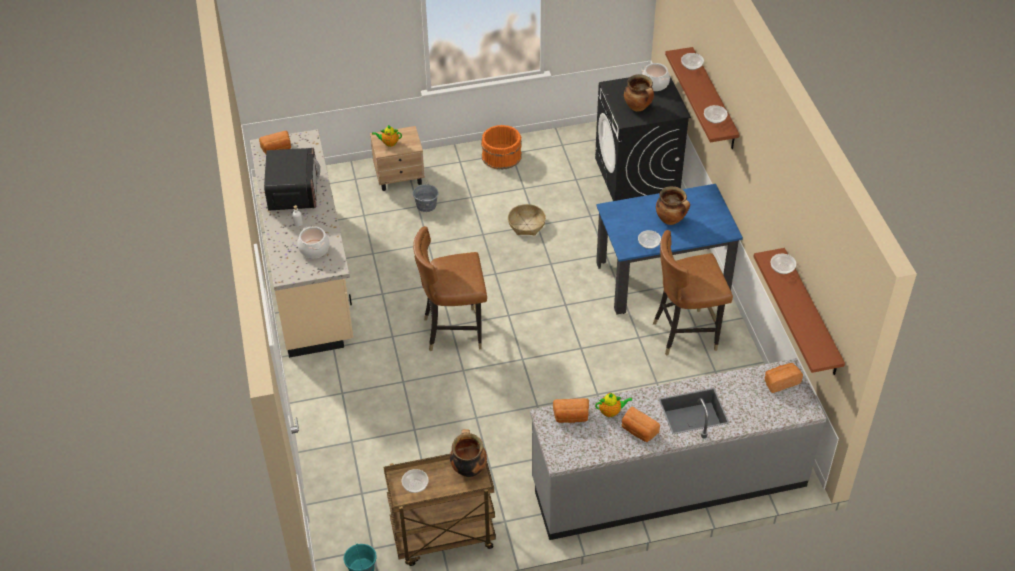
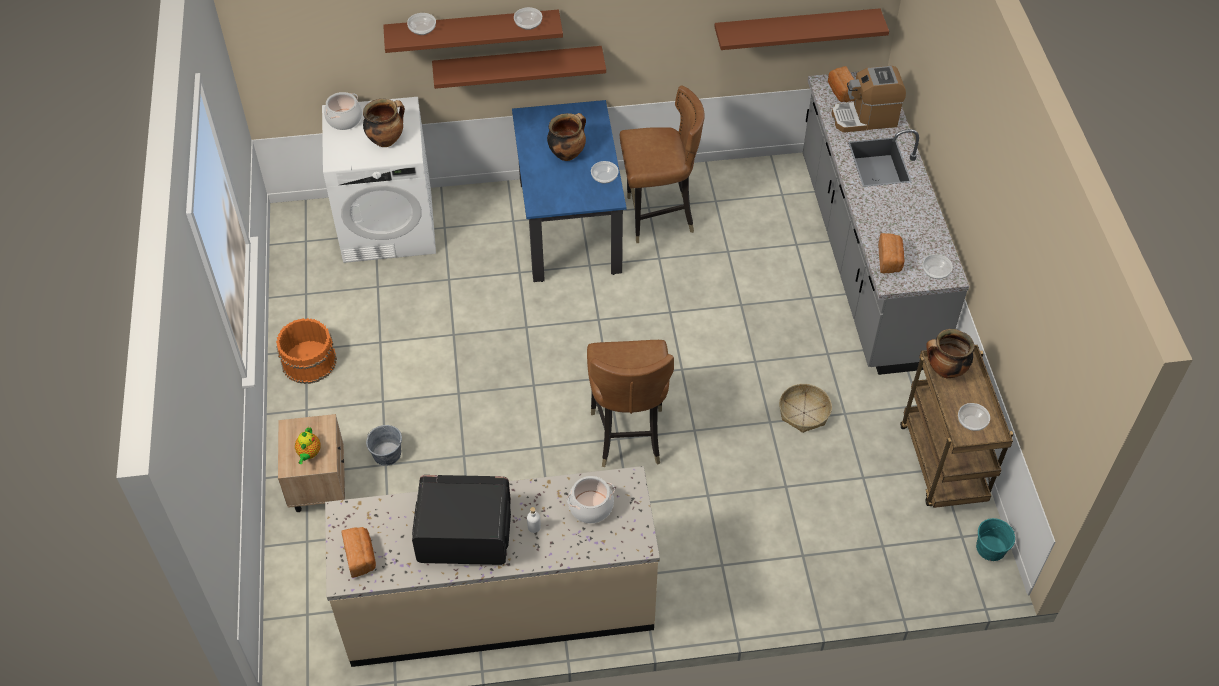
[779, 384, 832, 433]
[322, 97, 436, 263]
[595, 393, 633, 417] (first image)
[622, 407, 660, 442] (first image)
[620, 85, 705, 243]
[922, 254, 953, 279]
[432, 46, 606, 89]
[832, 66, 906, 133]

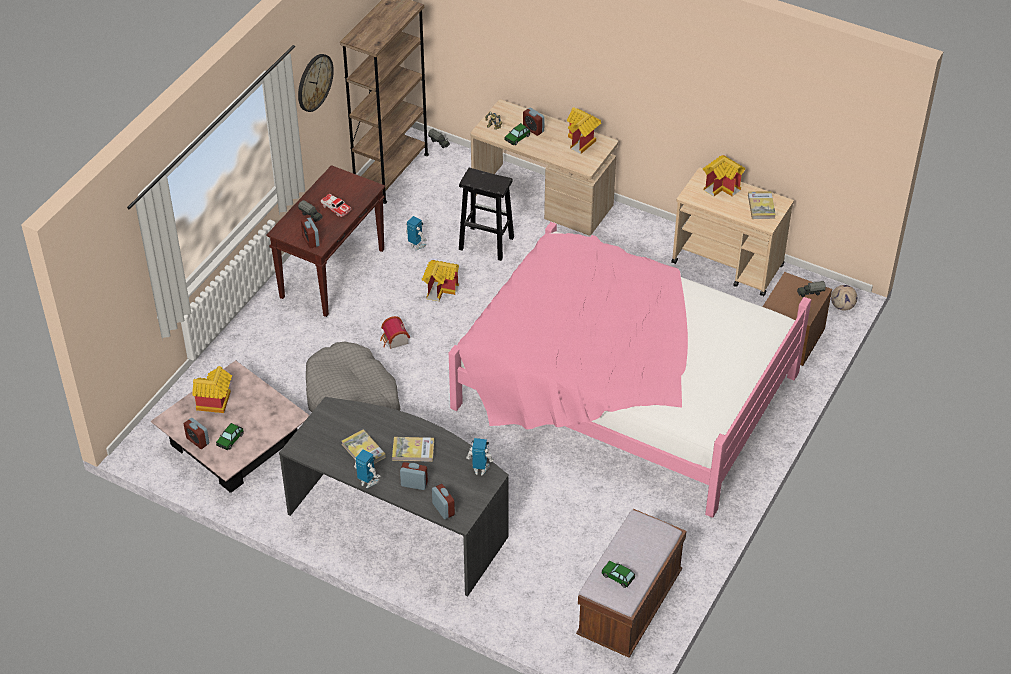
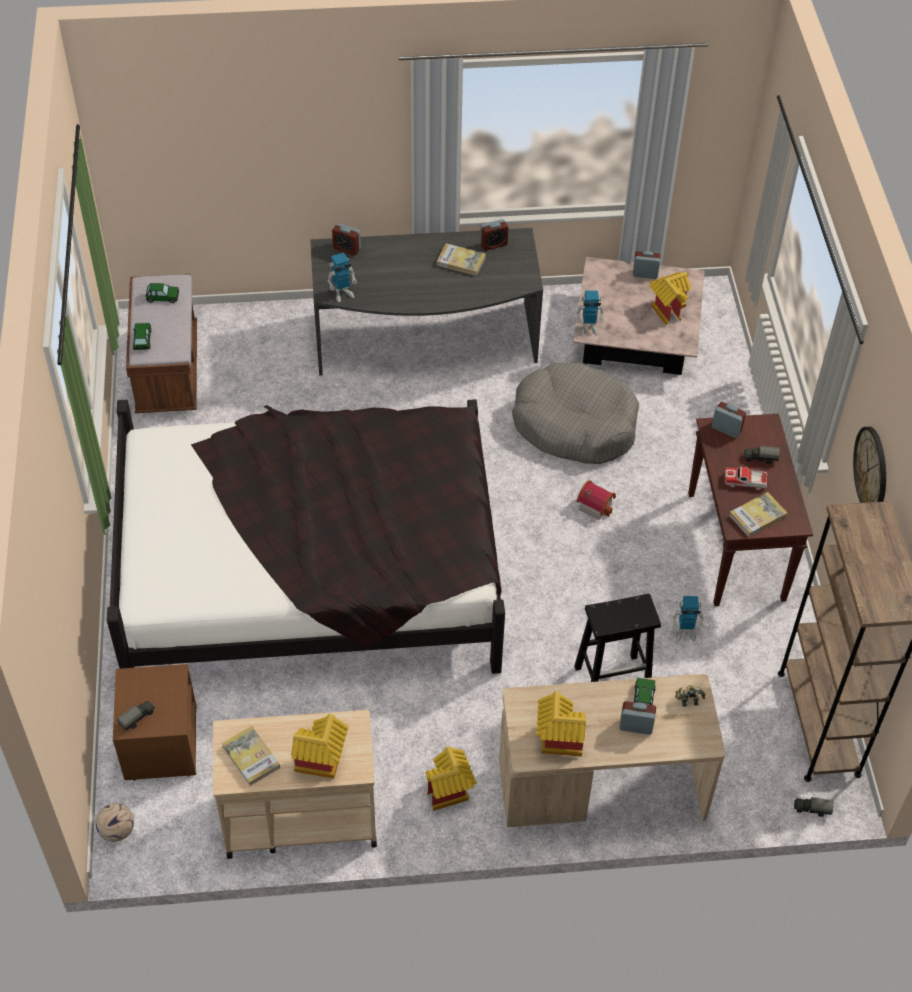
[132, 323, 151, 350]
[576, 291, 604, 336]
[729, 492, 787, 537]
[480, 219, 508, 251]
[426, 746, 476, 811]
[107, 399, 505, 674]

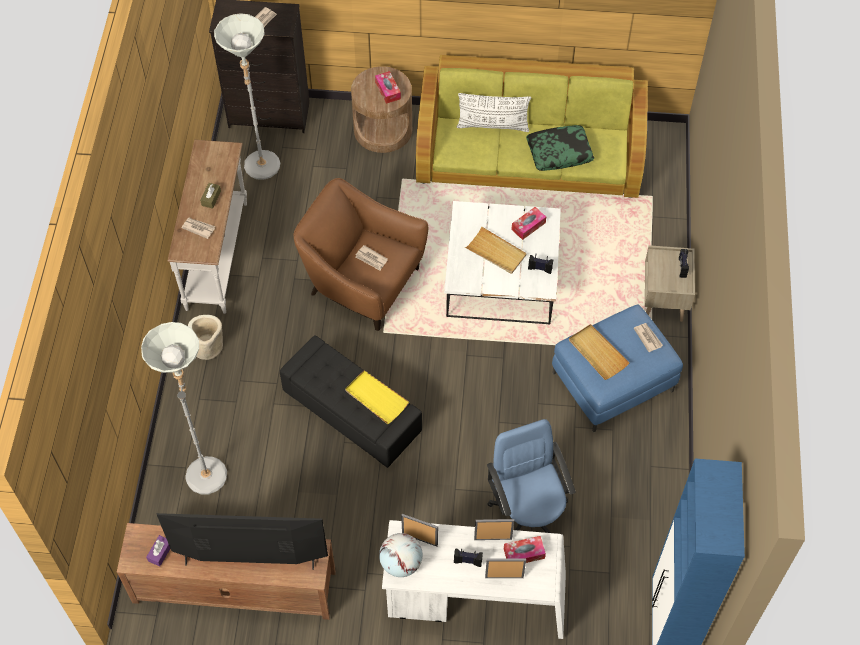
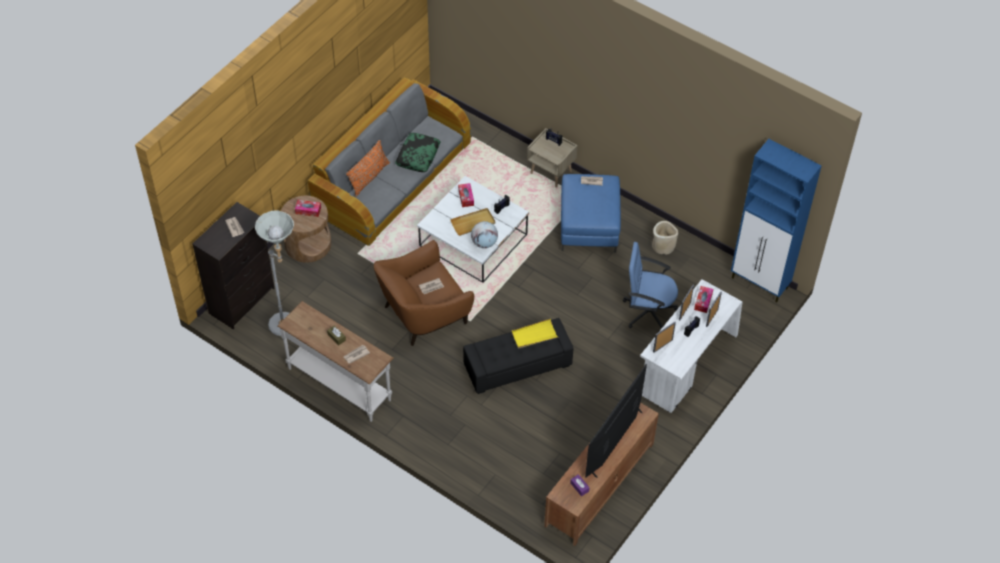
[141, 322, 227, 494] (first image)
[652, 221, 678, 255]
[471, 221, 498, 248]
[308, 78, 471, 246]
[346, 140, 390, 197]
[569, 324, 630, 380] (first image)

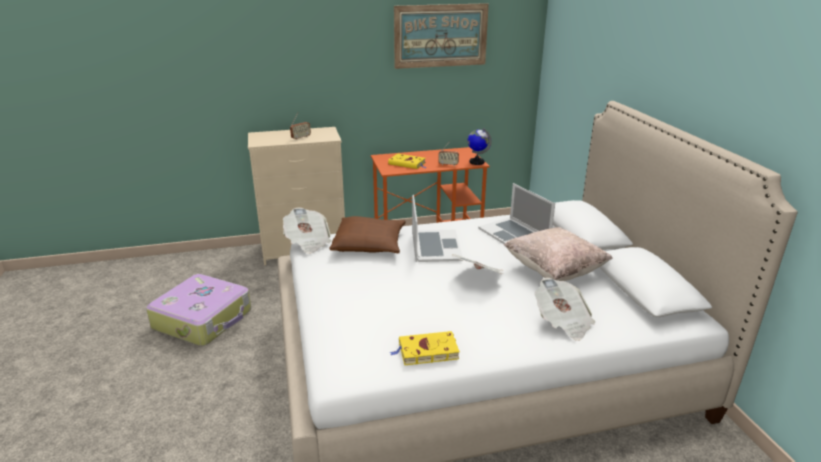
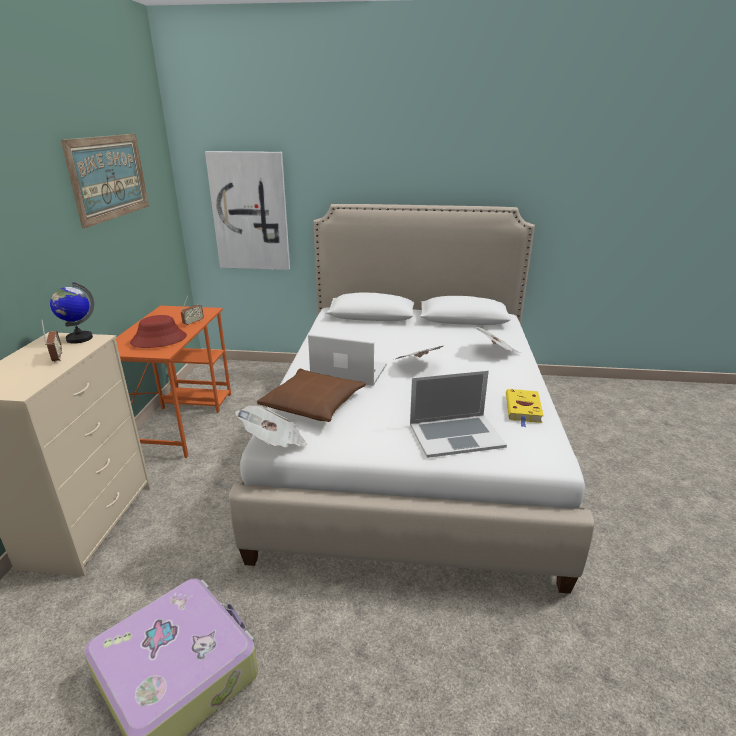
[130, 315, 187, 348]
[50, 282, 94, 344]
[410, 370, 507, 458]
[504, 227, 613, 281] (first image)
[205, 151, 290, 270]

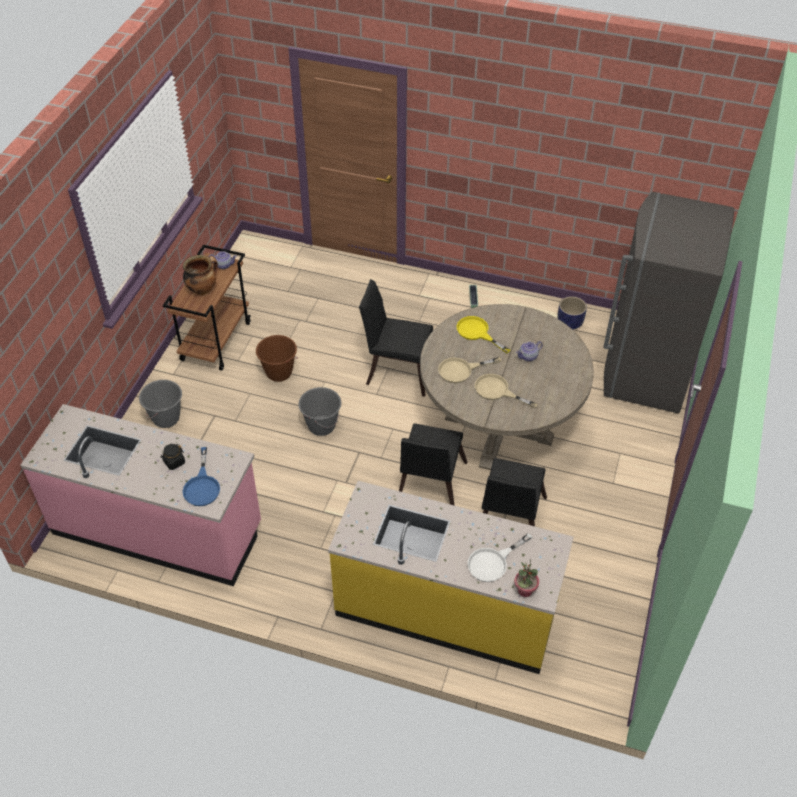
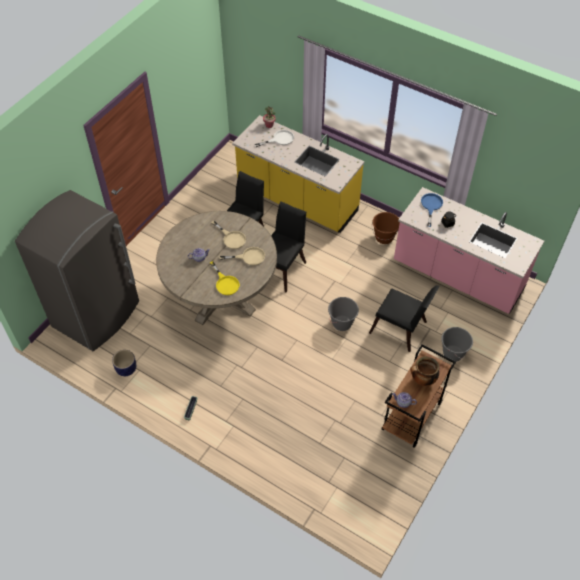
[372, 212, 400, 244]
[369, 285, 440, 352]

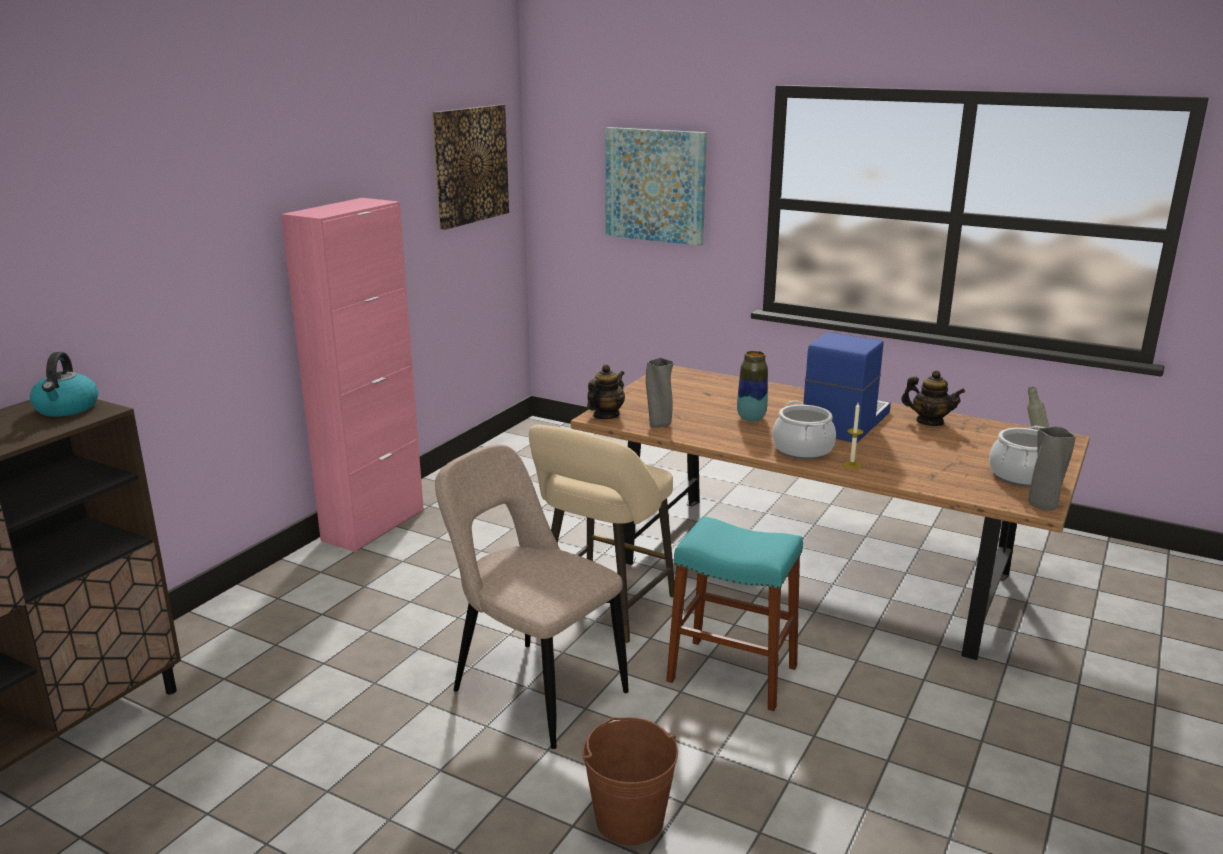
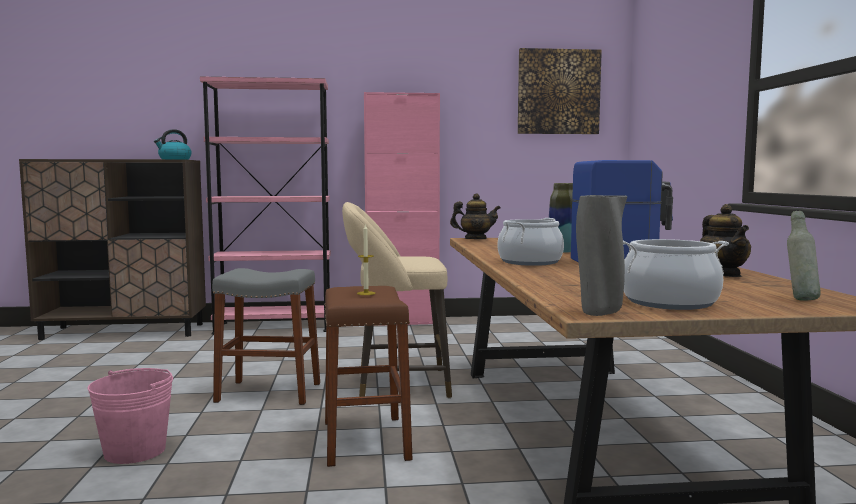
[212, 268, 320, 405]
[88, 368, 173, 464]
[605, 127, 707, 246] (first image)
[646, 358, 674, 428] (first image)
[324, 286, 413, 467]
[357, 224, 376, 295]
[200, 77, 331, 335]

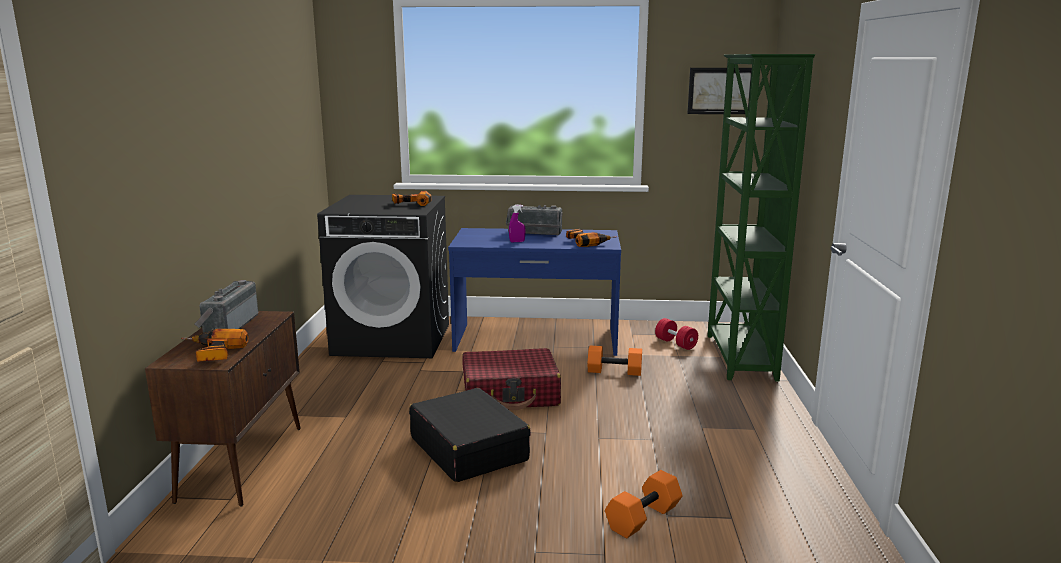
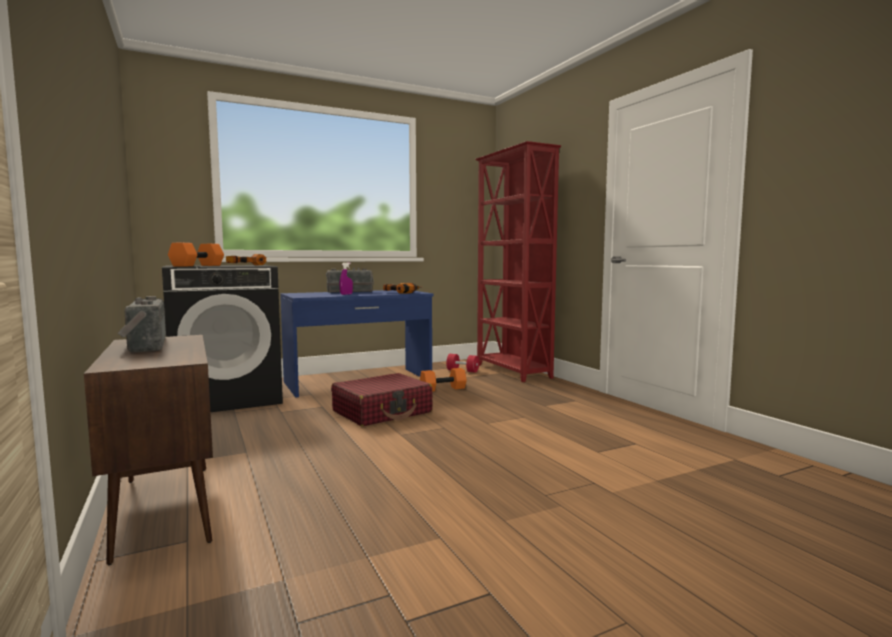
[181, 329, 249, 362] (first image)
[409, 388, 531, 482] (first image)
[168, 243, 224, 266]
[687, 68, 752, 114] (first image)
[475, 141, 561, 382]

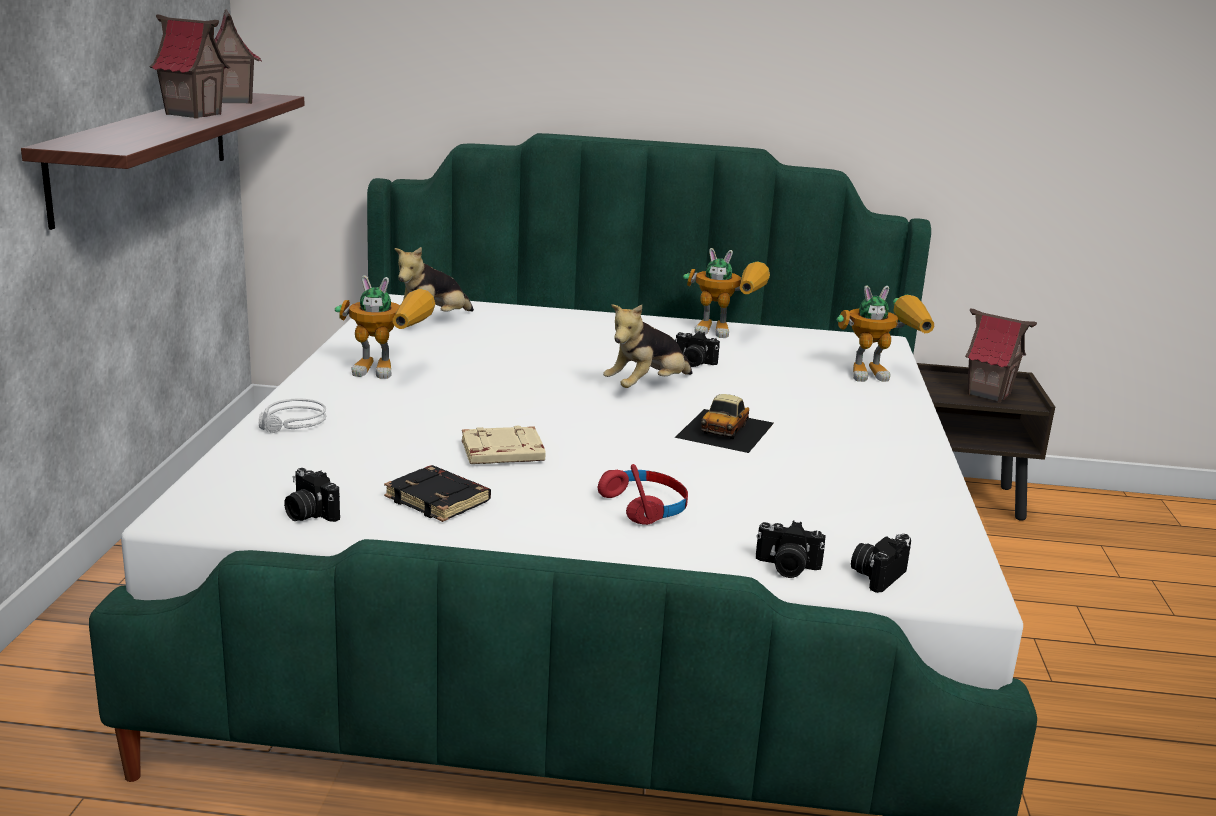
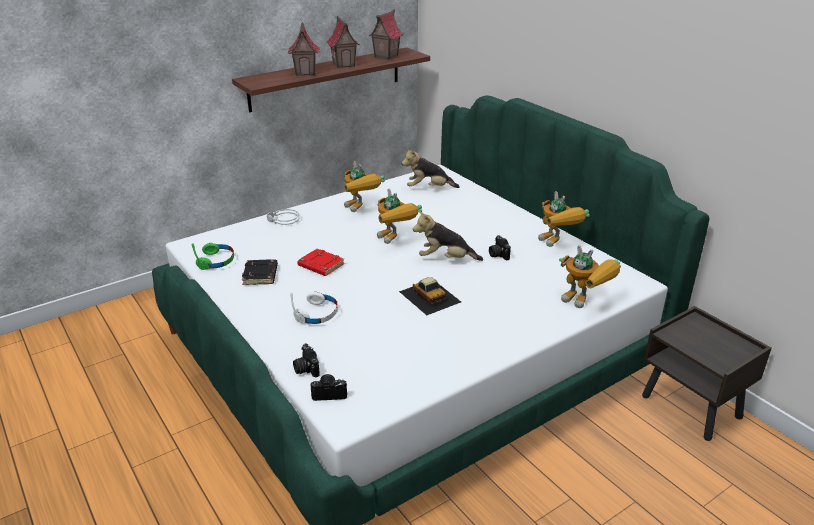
[192, 243, 234, 270]
[297, 249, 345, 276]
[290, 291, 338, 324]
[399, 277, 461, 315]
[288, 22, 320, 76]
[377, 189, 422, 244]

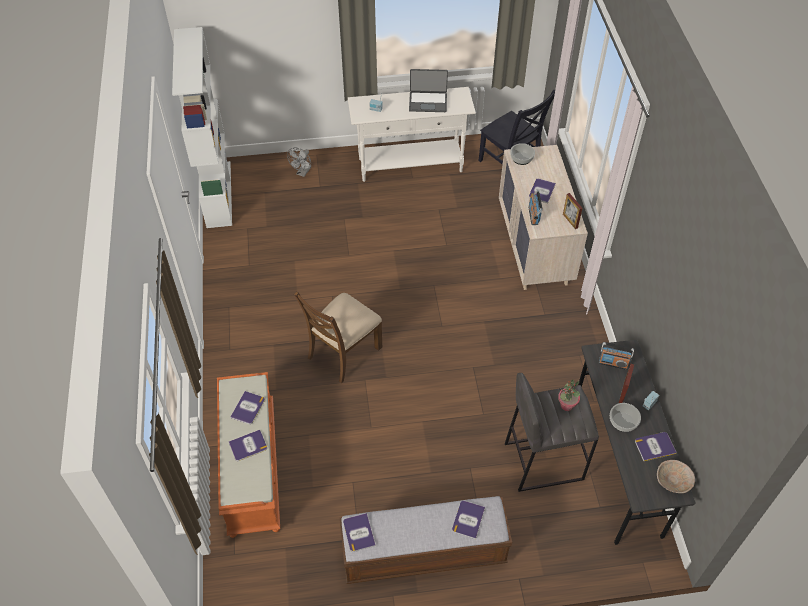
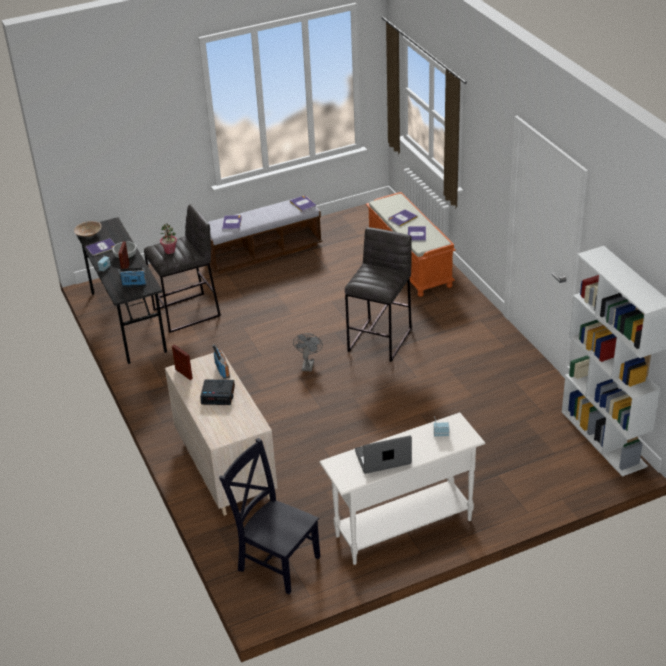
[293, 333, 323, 371]
[345, 227, 412, 362]
[510, 143, 535, 165] (first image)
[200, 379, 235, 405]

